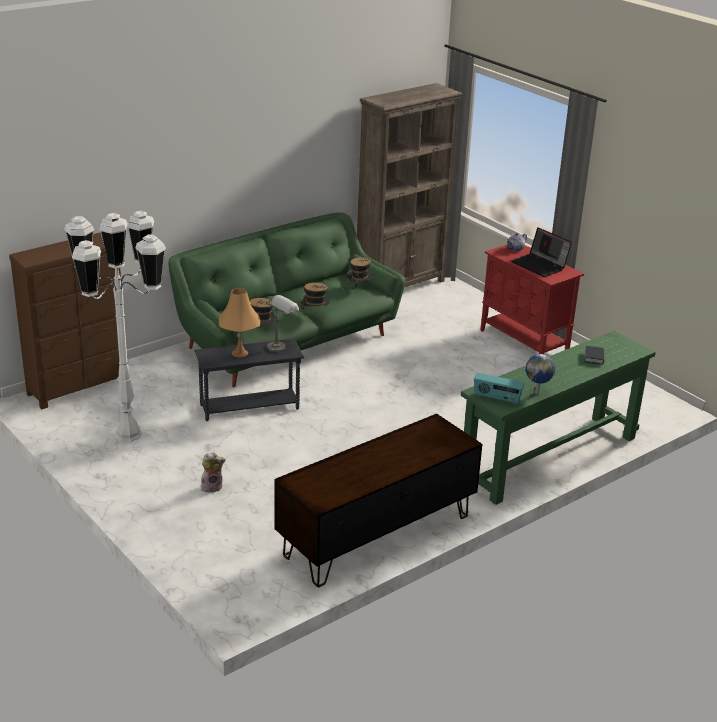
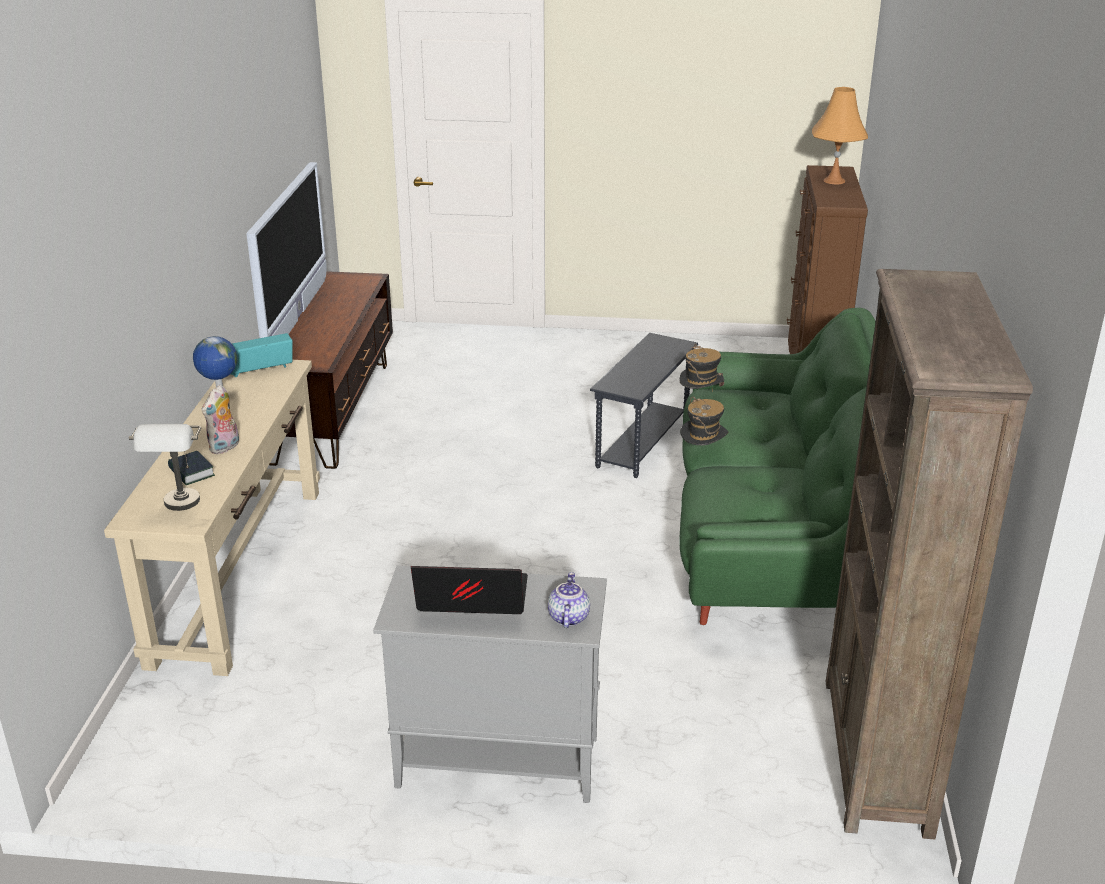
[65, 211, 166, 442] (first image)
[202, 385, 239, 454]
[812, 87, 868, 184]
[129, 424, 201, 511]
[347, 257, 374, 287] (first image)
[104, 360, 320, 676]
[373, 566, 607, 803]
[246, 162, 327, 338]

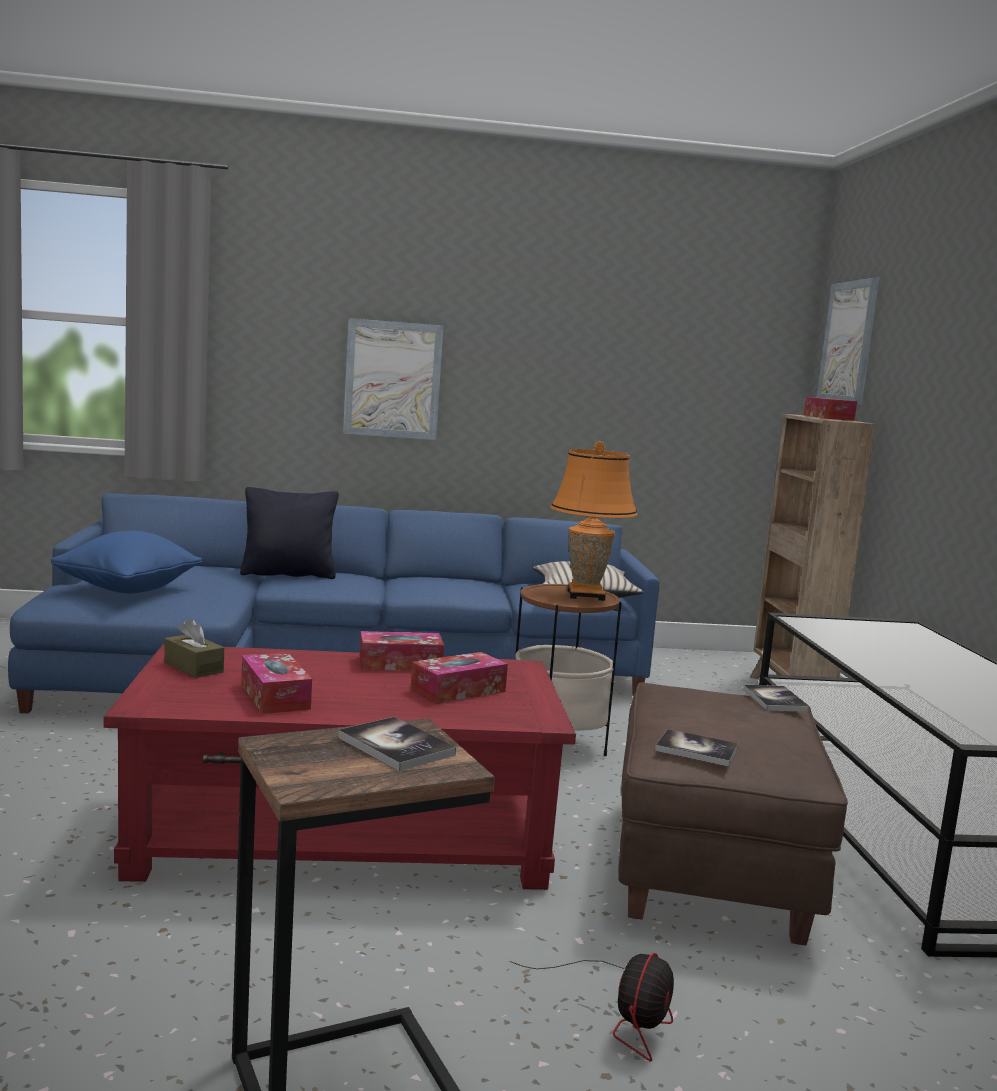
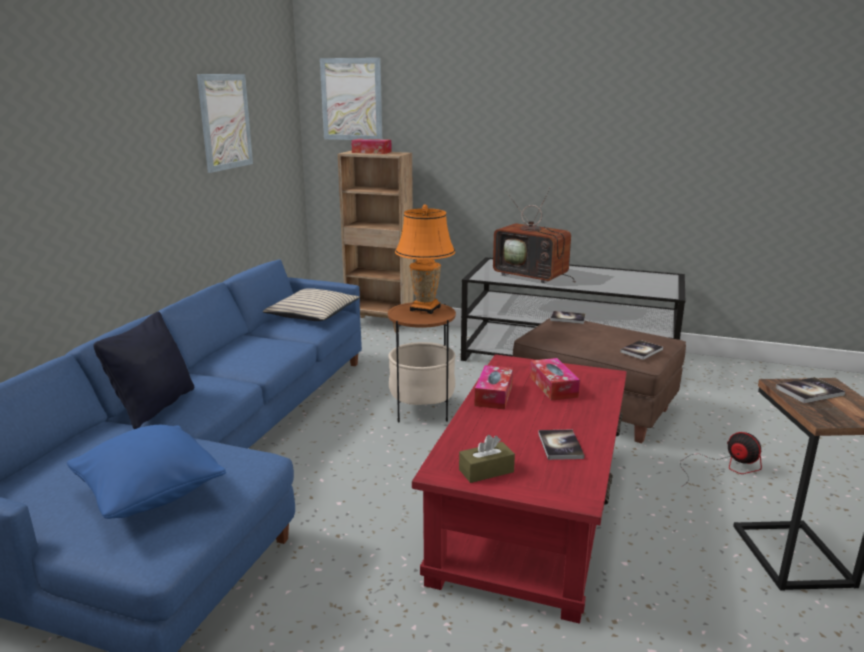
[538, 430, 585, 460]
[197, 74, 253, 173]
[493, 188, 576, 283]

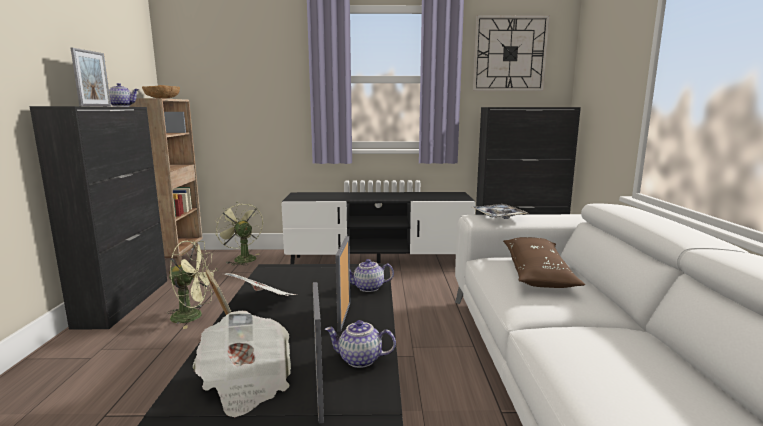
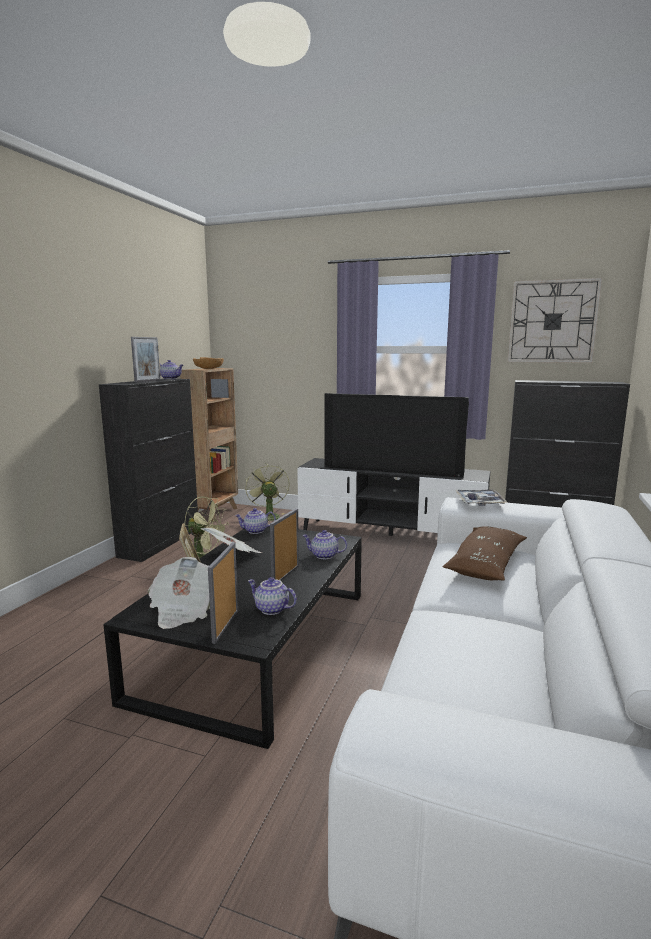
[235, 508, 276, 534]
[325, 393, 469, 478]

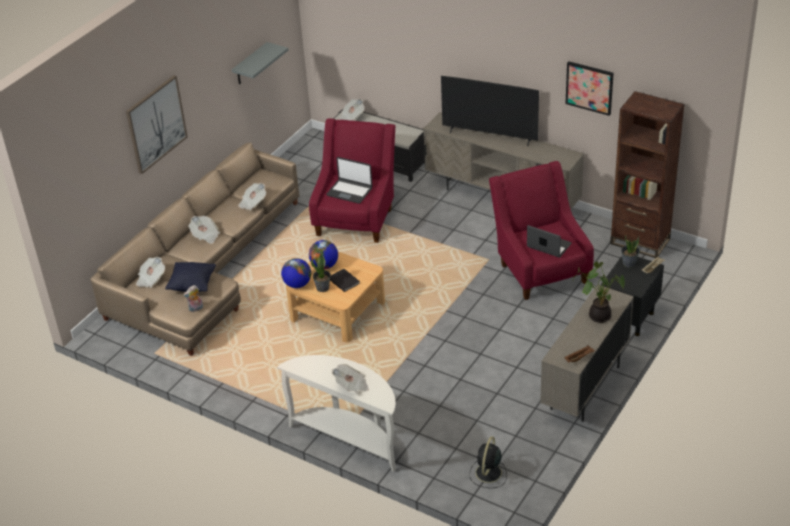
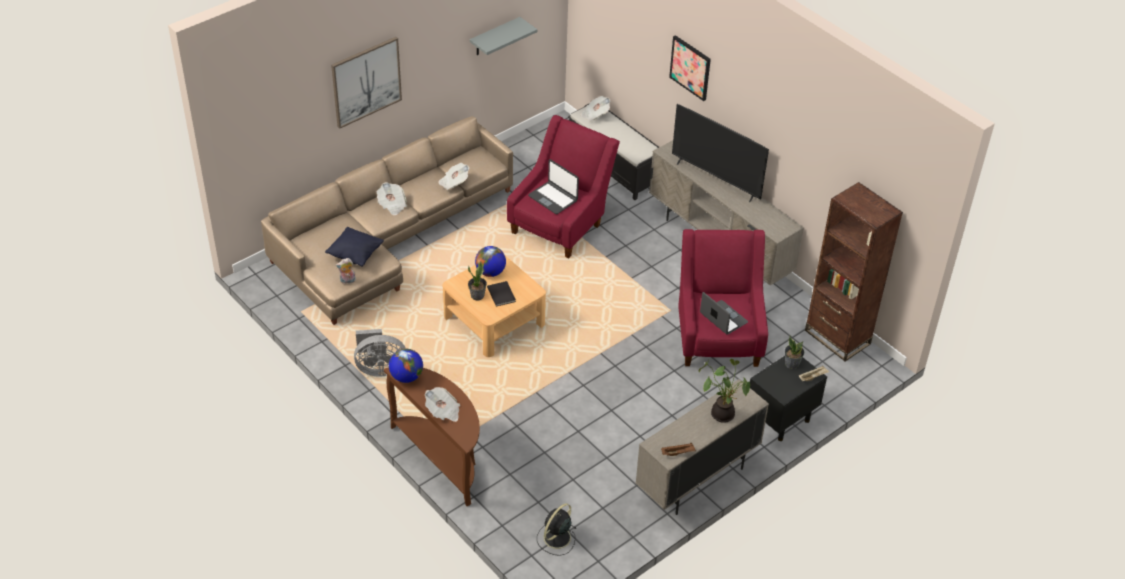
[136, 257, 165, 288] (first image)
[384, 367, 480, 506]
[389, 349, 423, 383]
[669, 35, 711, 101]
[354, 329, 406, 376]

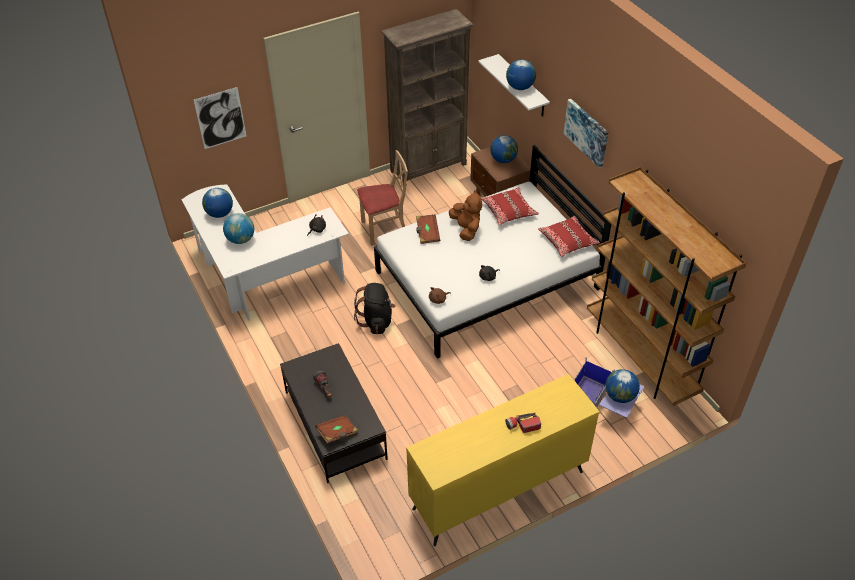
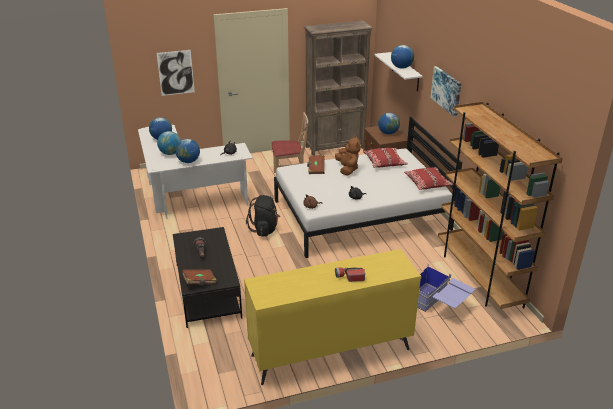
[175, 139, 200, 163]

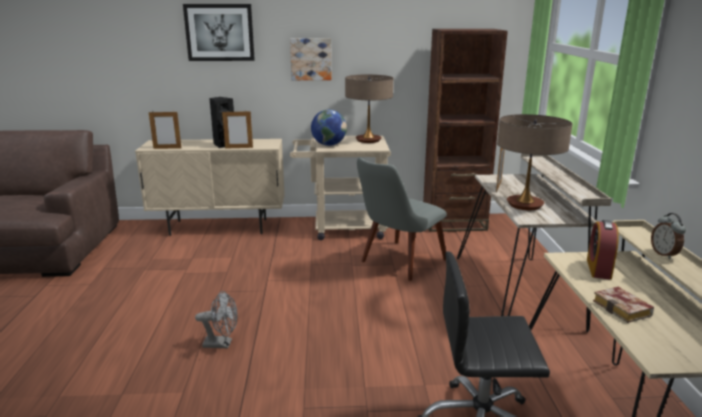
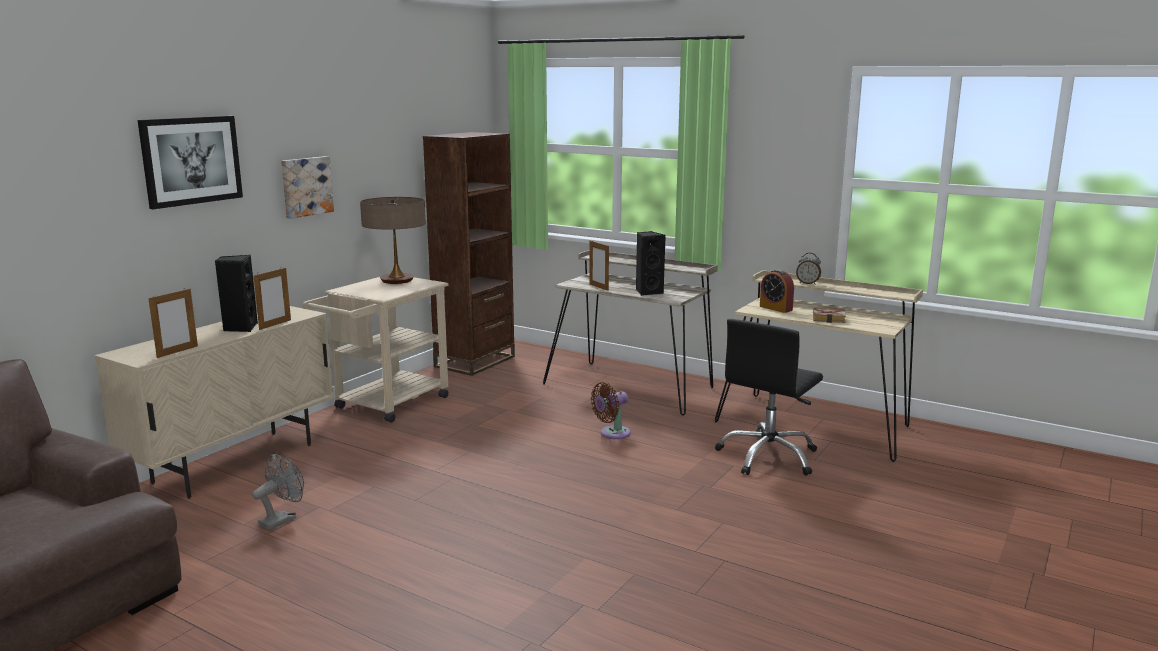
[252, 454, 304, 530]
[311, 109, 347, 146] (first image)
[357, 157, 447, 281] (first image)
[636, 231, 666, 296]
[591, 382, 631, 439]

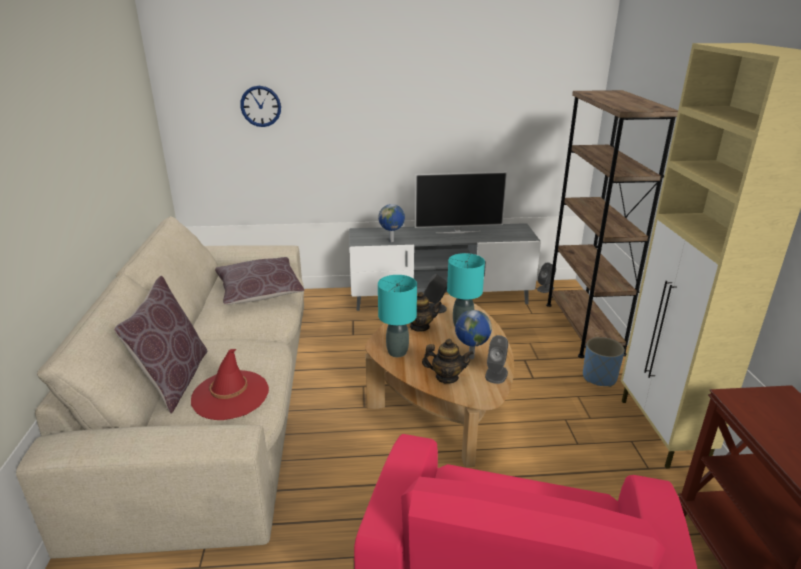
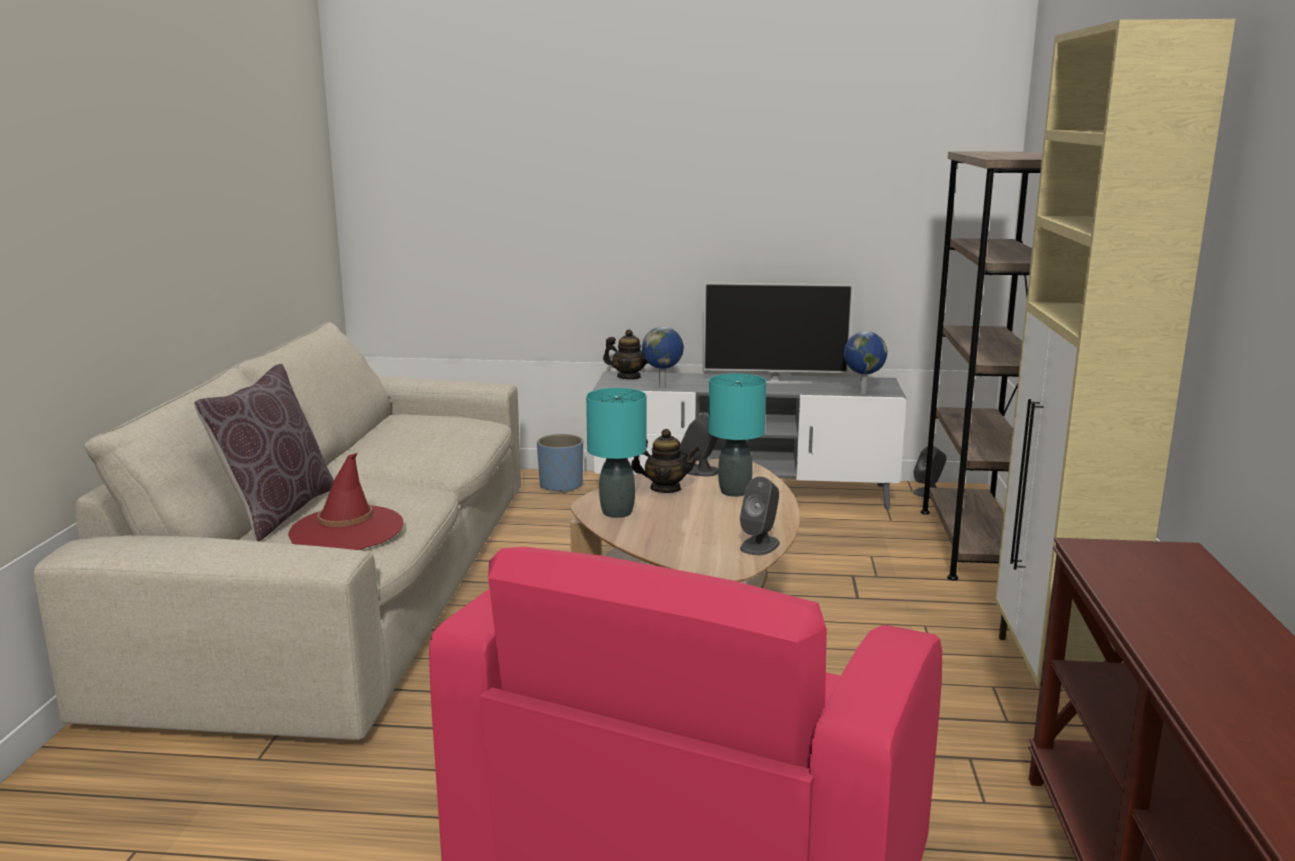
[215, 257, 305, 305] (first image)
[240, 86, 281, 127] (first image)
[603, 329, 648, 379]
[844, 331, 888, 394]
[537, 434, 583, 493]

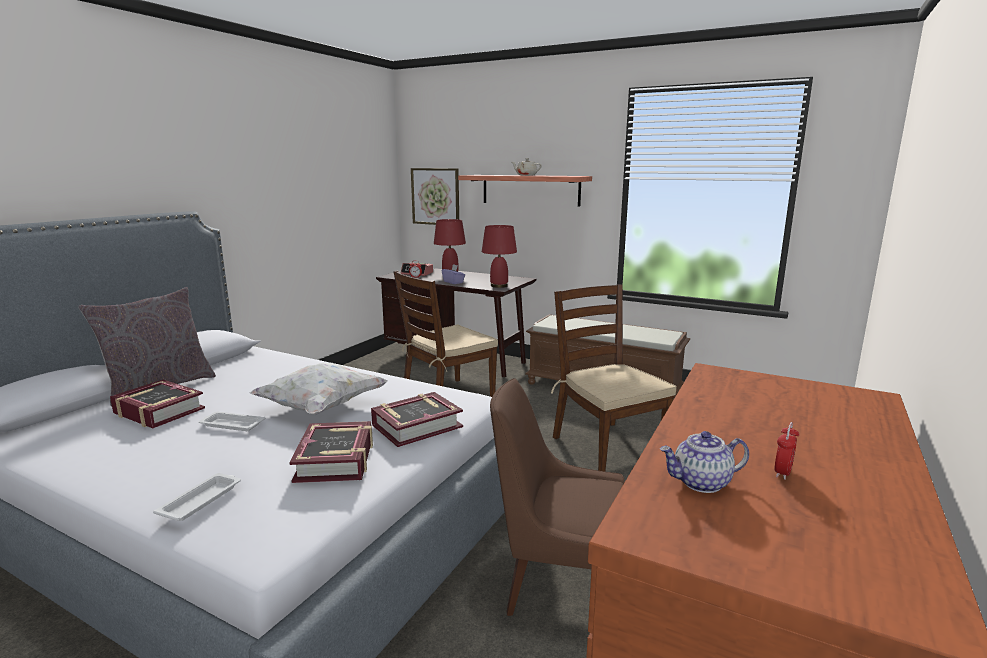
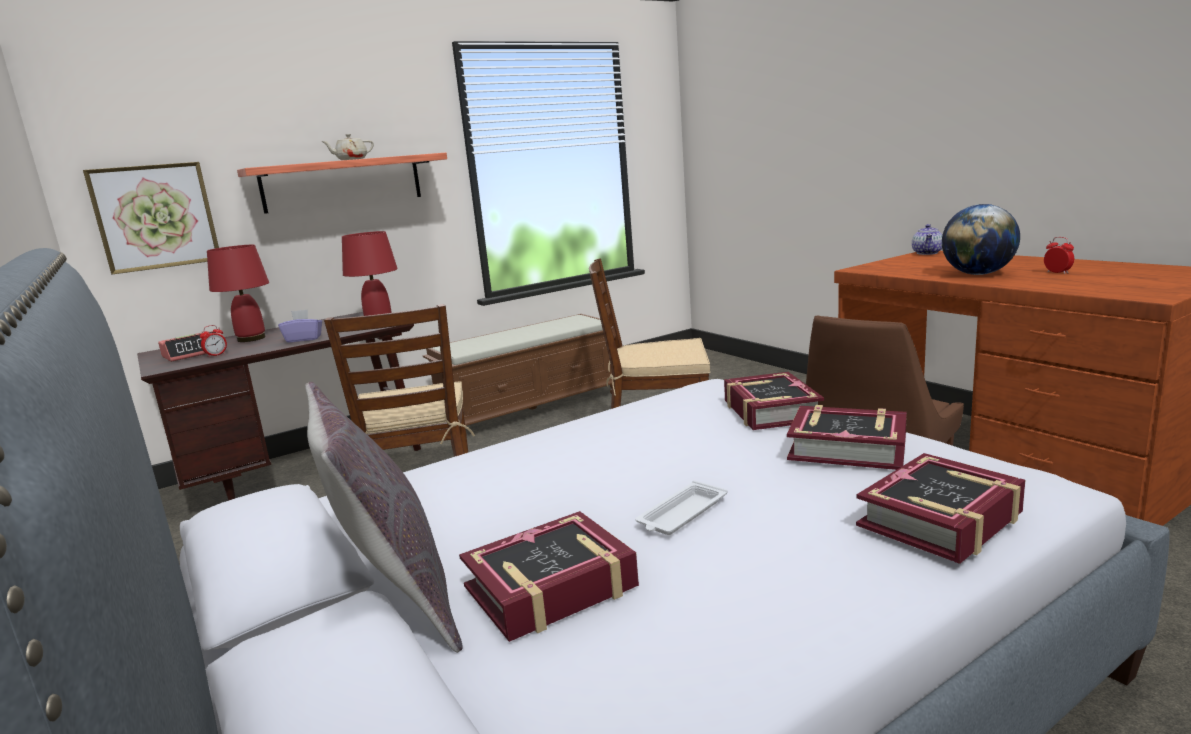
[856, 453, 1025, 564]
[250, 363, 388, 415] (first image)
[912, 224, 942, 255]
[942, 204, 1020, 275]

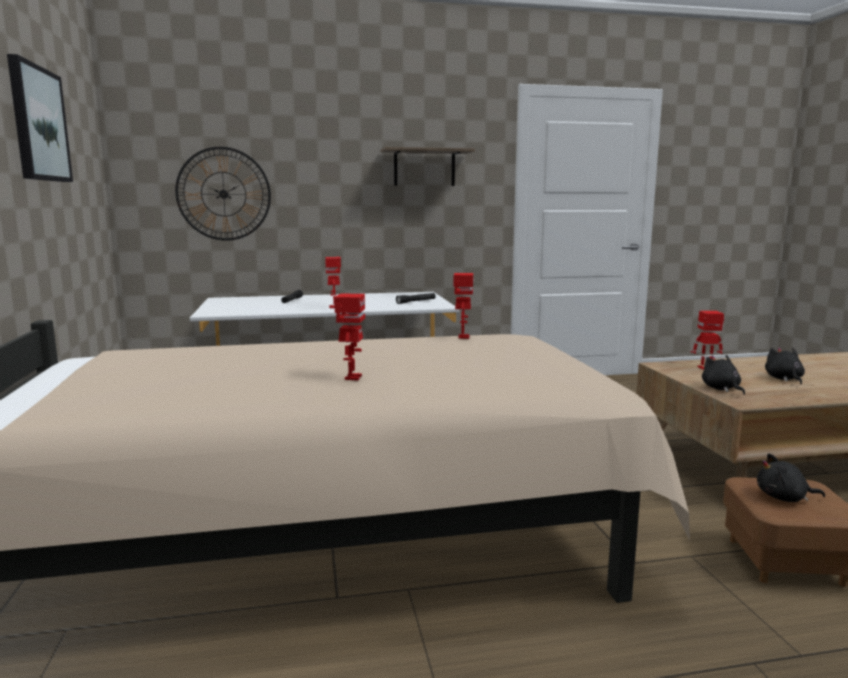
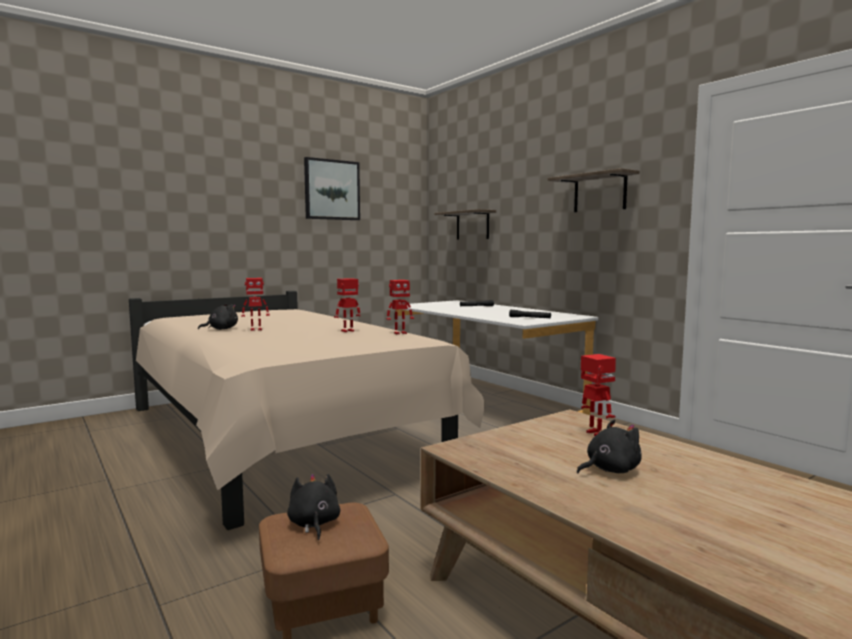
[434, 209, 496, 240]
[334, 278, 360, 332]
[198, 303, 238, 330]

